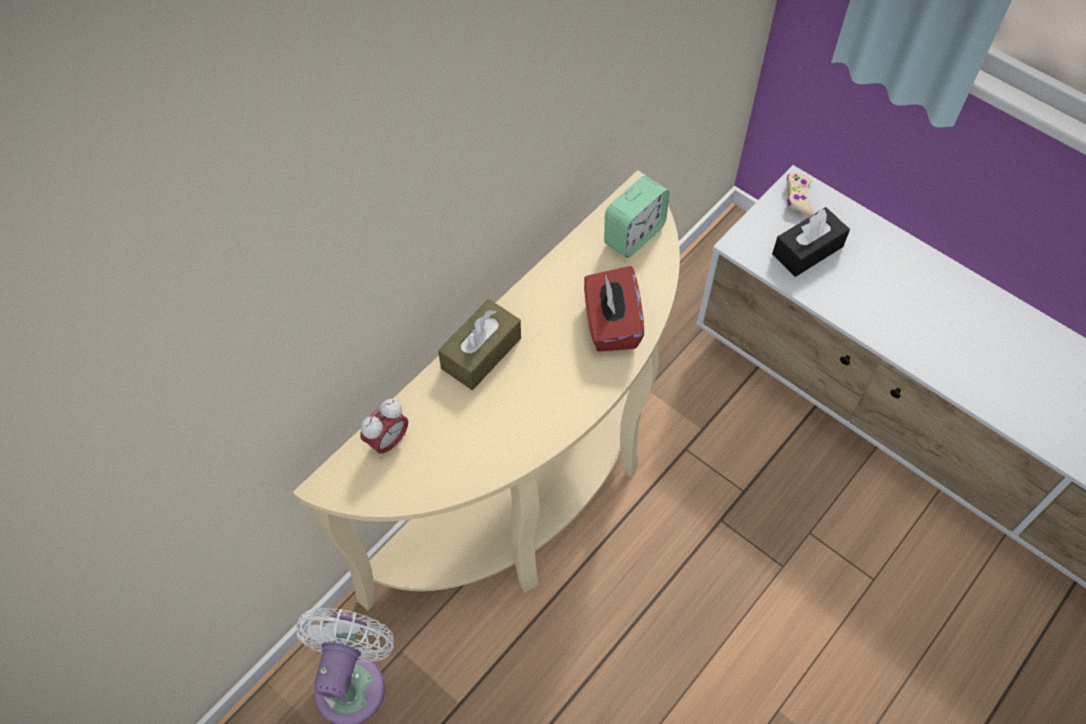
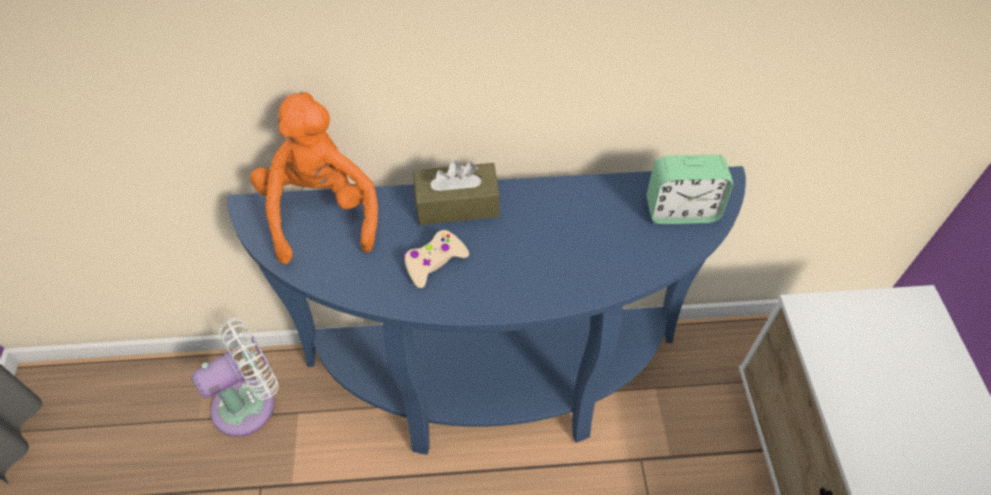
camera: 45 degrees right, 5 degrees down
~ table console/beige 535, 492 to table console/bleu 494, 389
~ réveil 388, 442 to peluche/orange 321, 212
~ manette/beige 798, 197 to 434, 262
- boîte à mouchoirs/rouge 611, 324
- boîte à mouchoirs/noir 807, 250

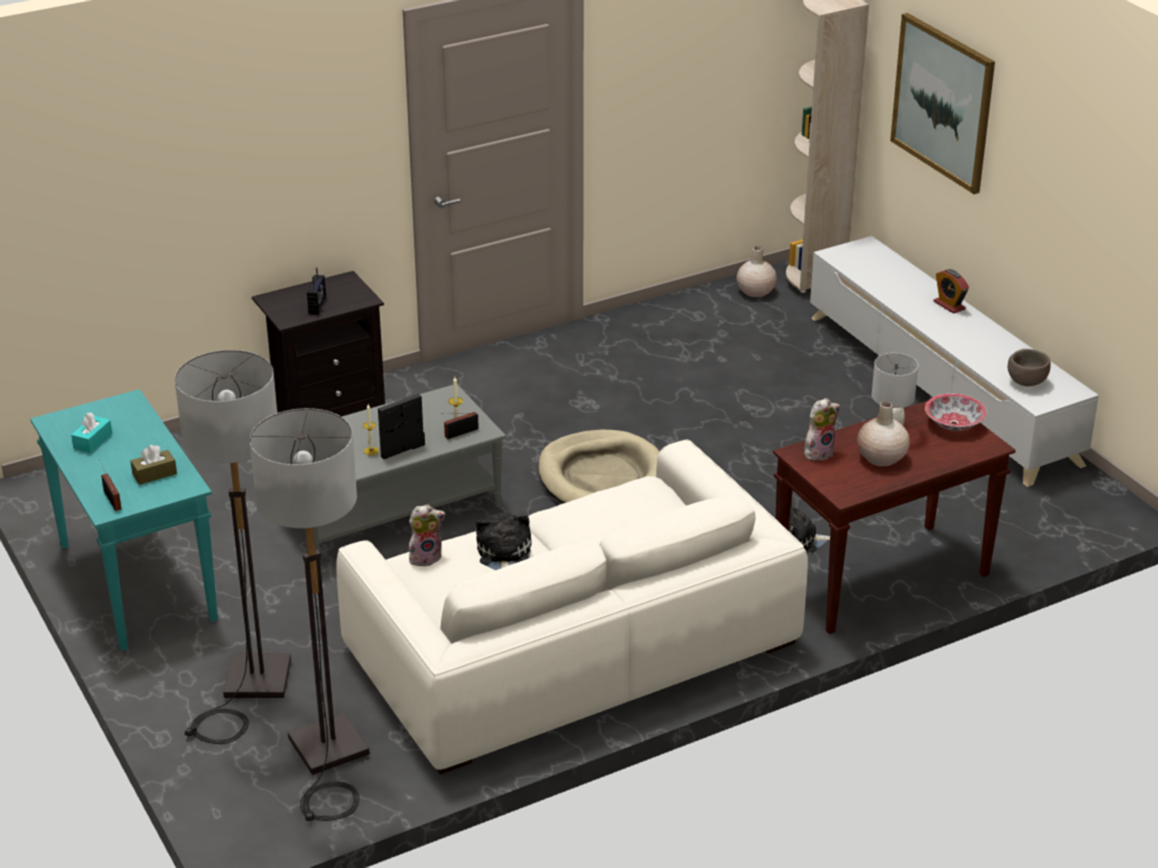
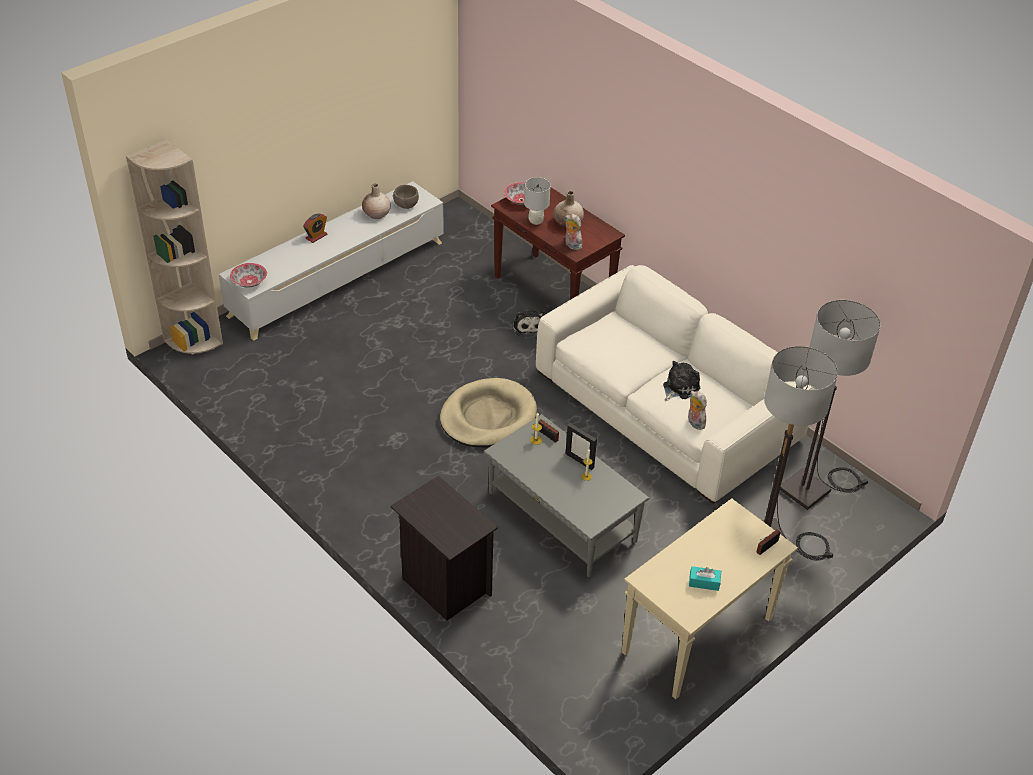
camera: 105 degrees left, 10 degrees up
+ bol 249, 282
~ vase/beige 755, 291 to 376, 214
~ table console/turquoise 135, 582 to table console/beige 697, 637
~ peluche 503, 555 = 679, 388 150 degrees clockwise
- boîte à mouchoirs/marron 154, 474
- radio 317, 305
- tableau 943, 102

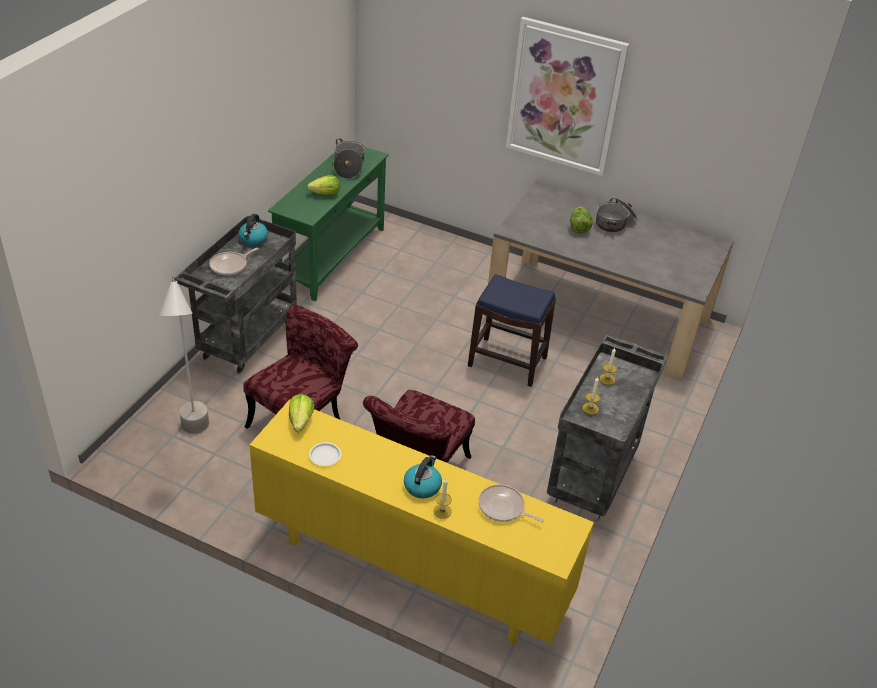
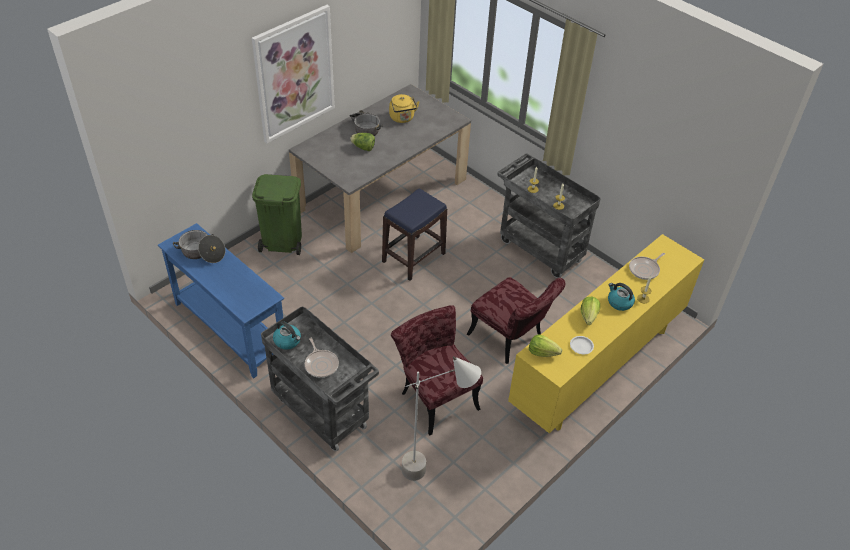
camera: 70 degrees left, 5 degrees up
~ table console/vert 331, 256 to table console/bleu 230, 329
+ poubelle/vert 282, 242
+ bouilloire/jaune 402, 118
~ laitue 325, 194 to 588, 316

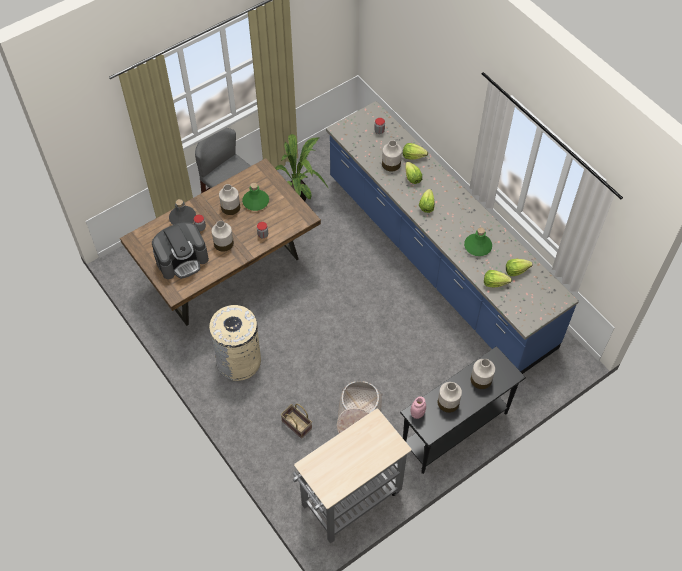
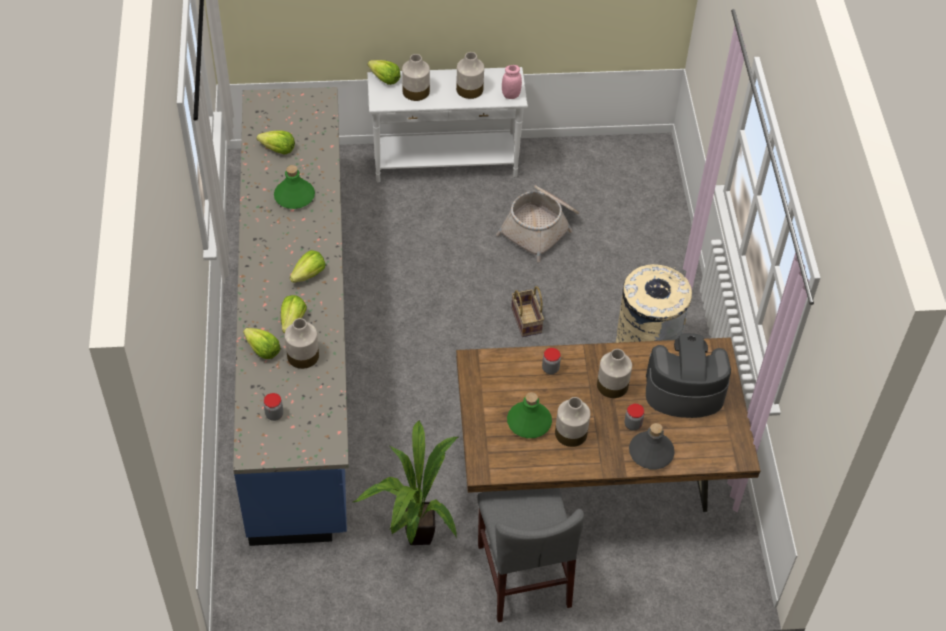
camera: 150 degrees left, 5 degrees down
~ laitue 494, 283 to 384, 79
~ table console/noir 455, 432 to table console/blanc 446, 163
~ panier 296, 425 to 527, 321
- chariot/gris 350, 500

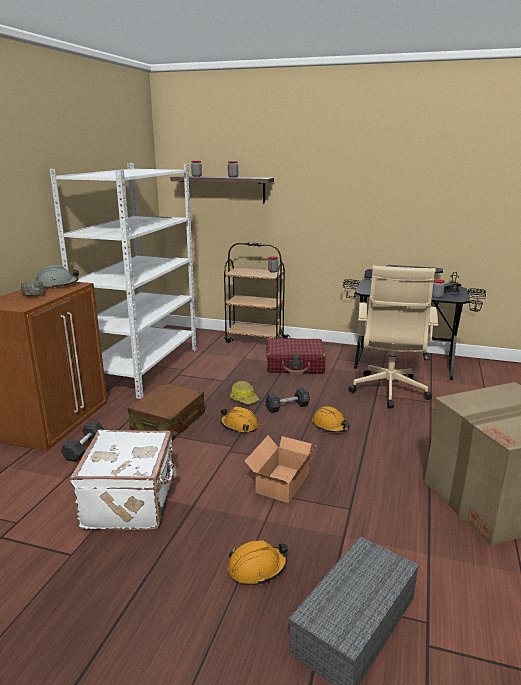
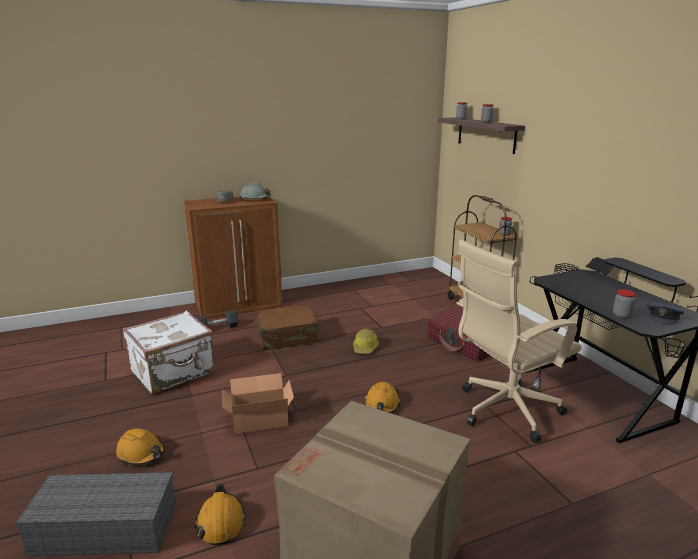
camera: 50 degrees right, 0 degrees up
~ casque de chantier/orange 239, 426 to 220, 522
- bibliothèque/blanc 143, 368
- haltère/gris 287, 407

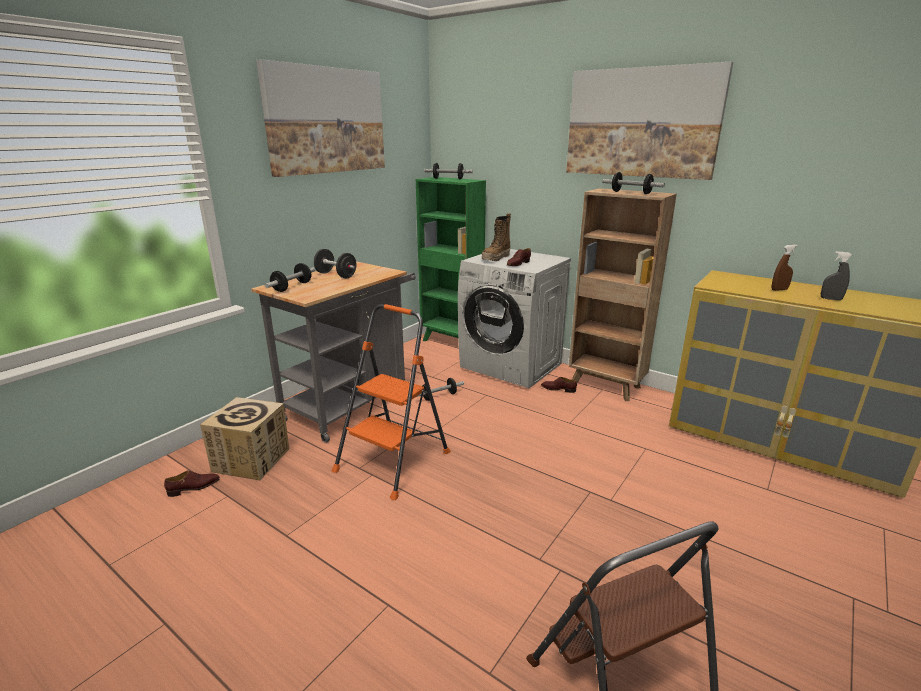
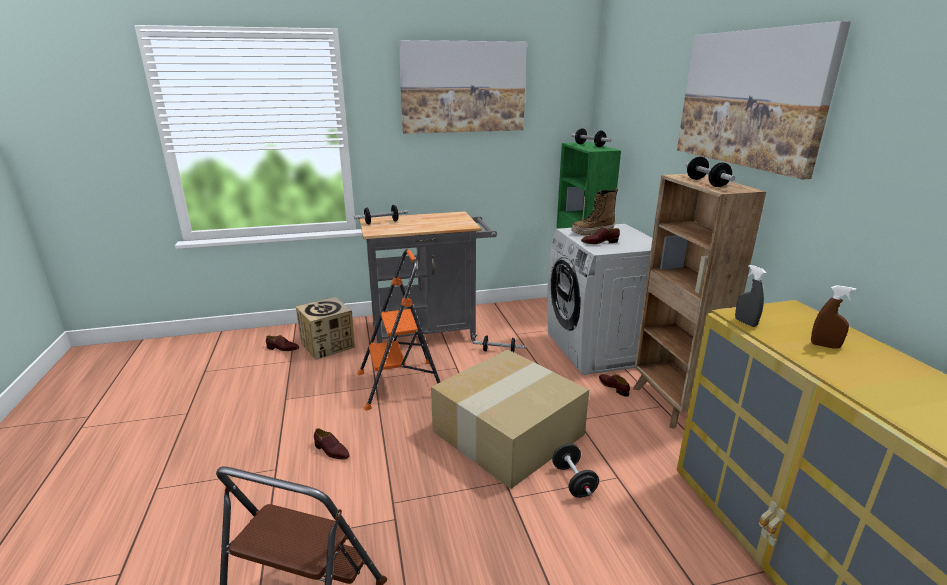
camera: 40 degrees right, 0 degrees up
+ chaussure/marron 331, 451
+ carton 508, 431
~ haltère/noir 336, 275 to 573, 481
~ vaporisateur/gris 831, 299 to 745, 323

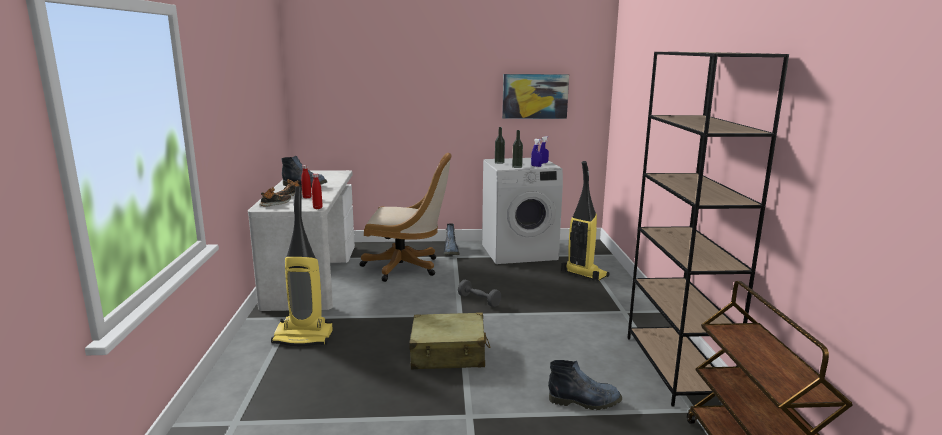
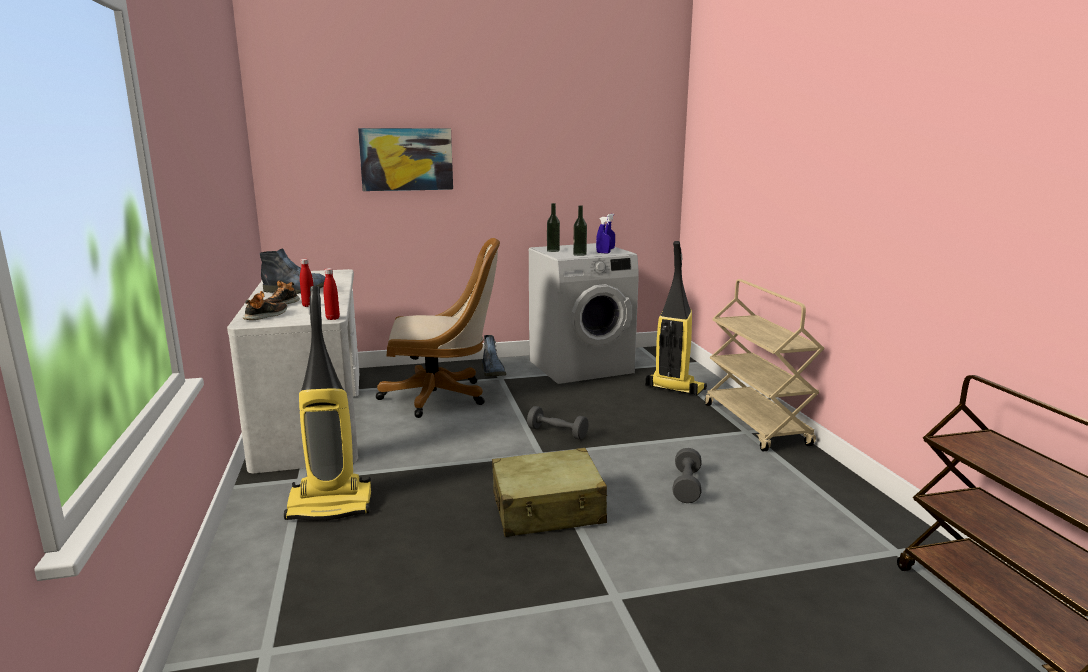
camera: 10 degrees left, 0 degrees up
~ tableau 535, 96 to 406, 159
+ haltère/gris 686, 486
+ chariot/beige 756, 425
- botte 585, 401
- bibliothèque/beige 676, 368

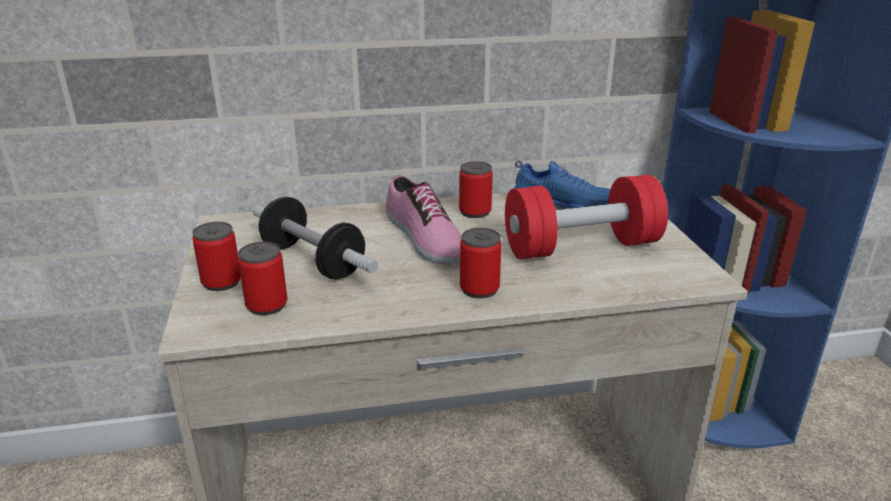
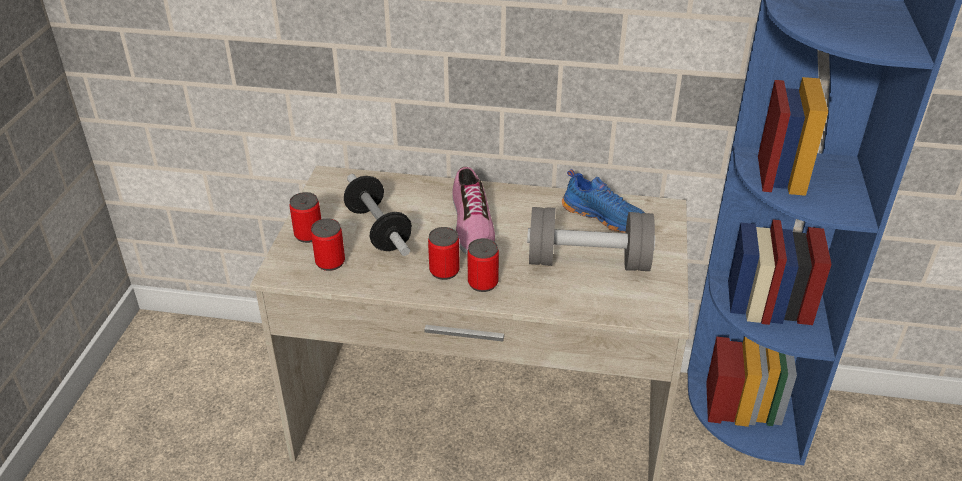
camera: 20 degrees right, 10 degrees up
~ boîte métallique 475, 212 to 444, 271
~ haltère/rouge 581, 247 to haltère/gris 588, 261

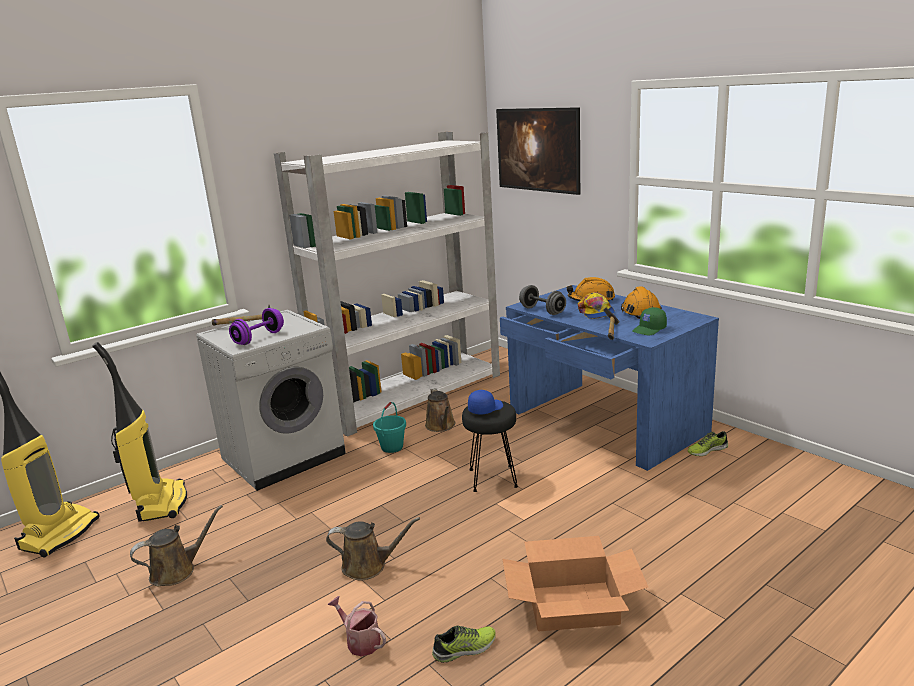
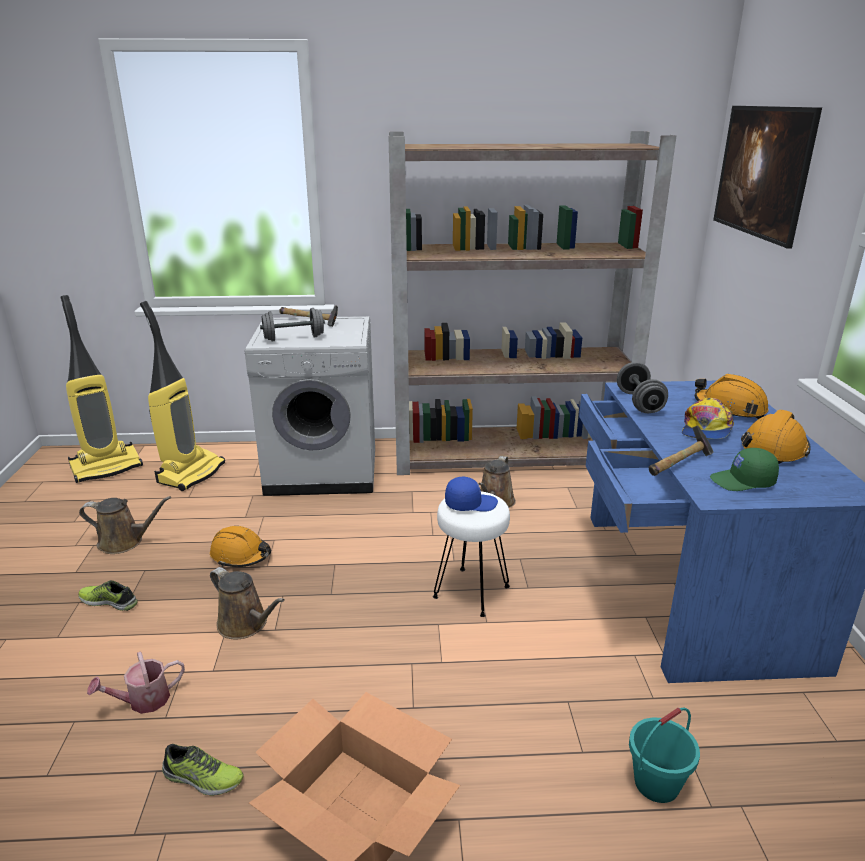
camera: 35 degrees right, 5 degrees up
~ chaussure 706, 450 to 109, 601
~ arrosoir 360, 641 = 143, 701 105 degrees counterclockwise
+ casque de chantier/orange 241, 555
~ haltère/violet 259, 338 to haltère/gris 294, 338
~ bibliothèque/blanc 410, 394 to bibliothèque/marron 509, 454
~ tabouret/noir 492, 478 to tabouret/blanc 470, 591
~ seau/turquoise 392, 447 to 656, 783

